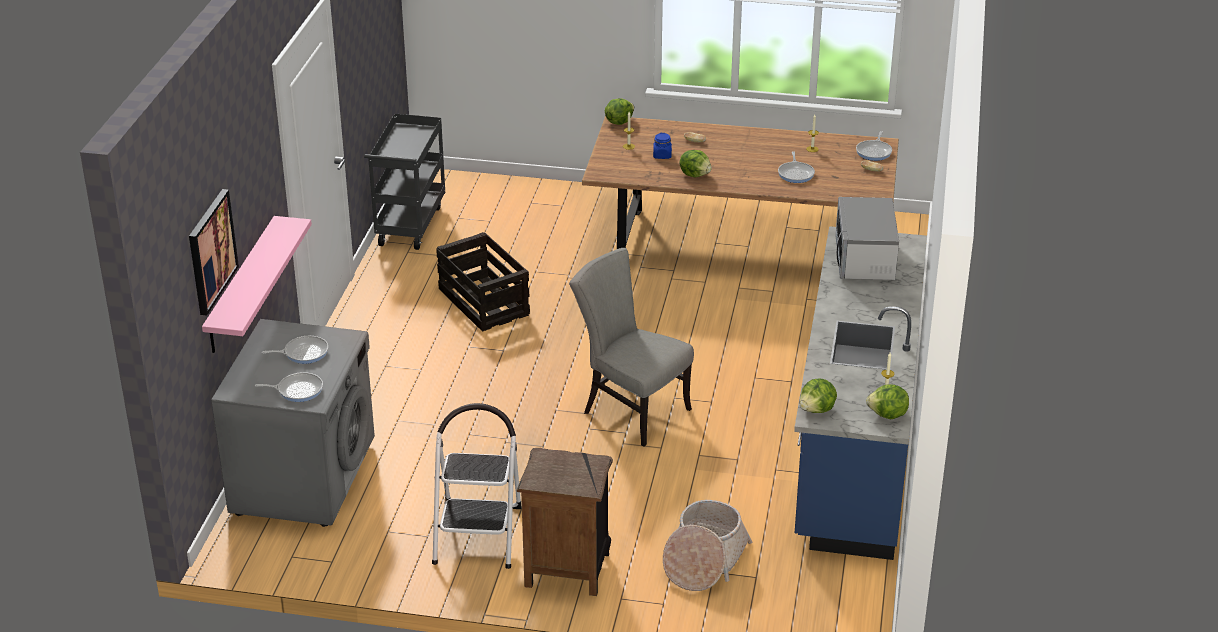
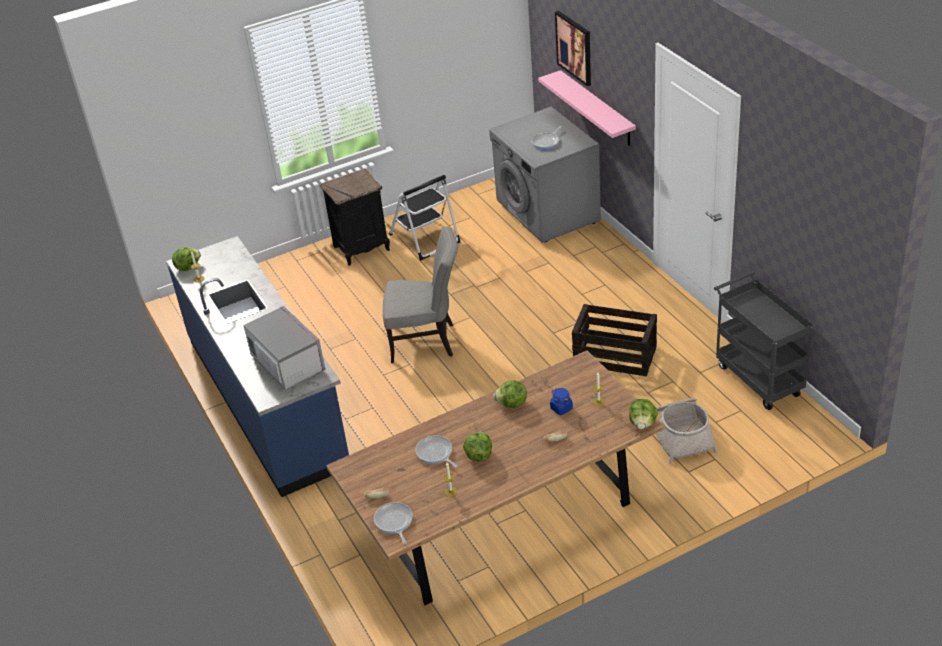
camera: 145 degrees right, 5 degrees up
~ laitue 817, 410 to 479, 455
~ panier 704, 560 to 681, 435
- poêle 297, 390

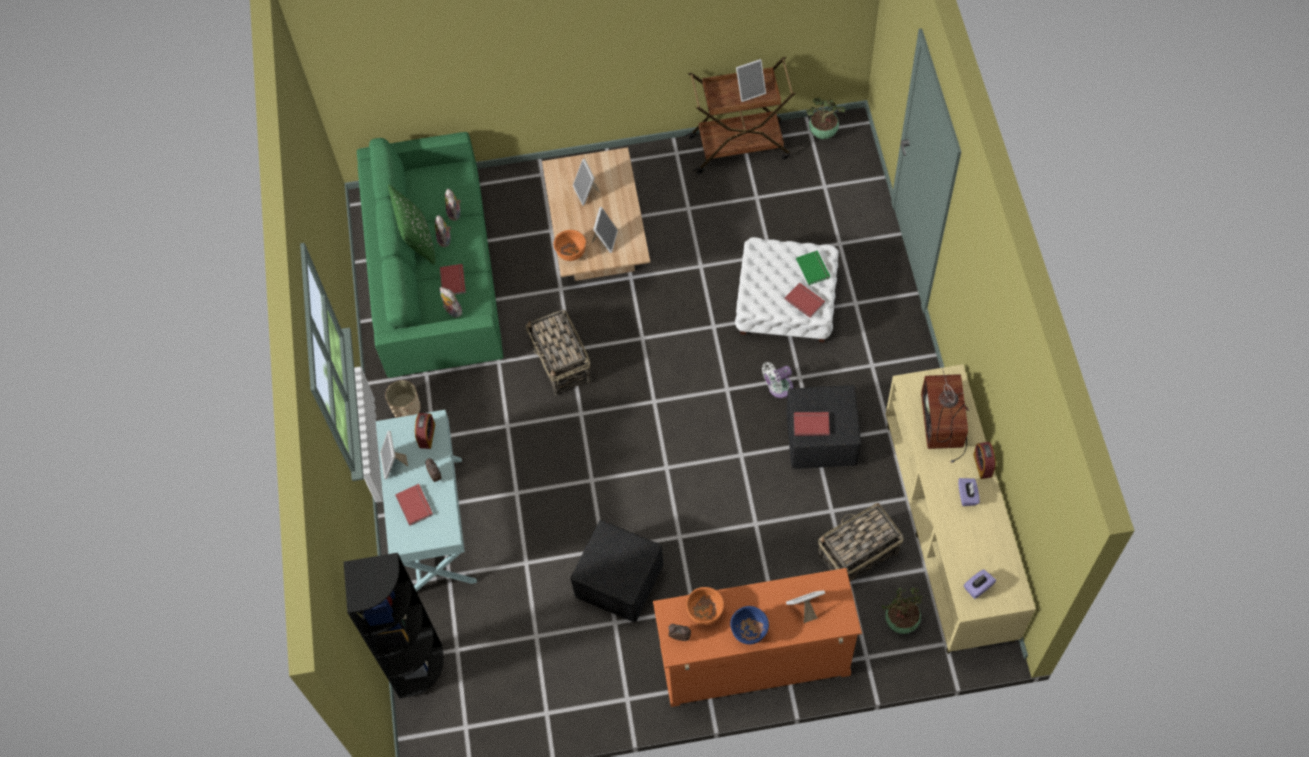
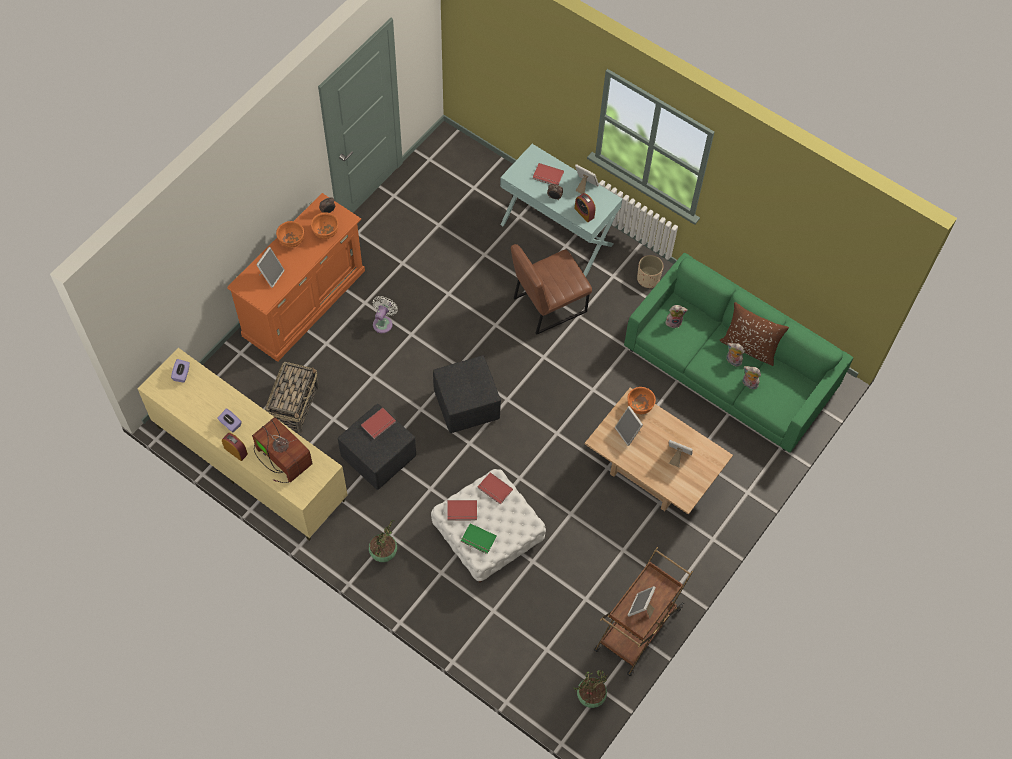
camera: 130 degrees right, 0 degrees up
~ bol/bleu 749, 632 to bol/orange 291, 241
~ plante en pot 900, 622 to 384, 552
~ ventilateur/blanc 778, 388 to 383, 322
~ pouf/noir 618, 583 to 467, 405
~ livre/rouge 454, 280 to 494, 489
+ chaise/marron 547, 305
~ coussin/vert 417, 240 to coussin/marron 749, 347
- bibliothèque/noir 420, 672
- panier 561, 363

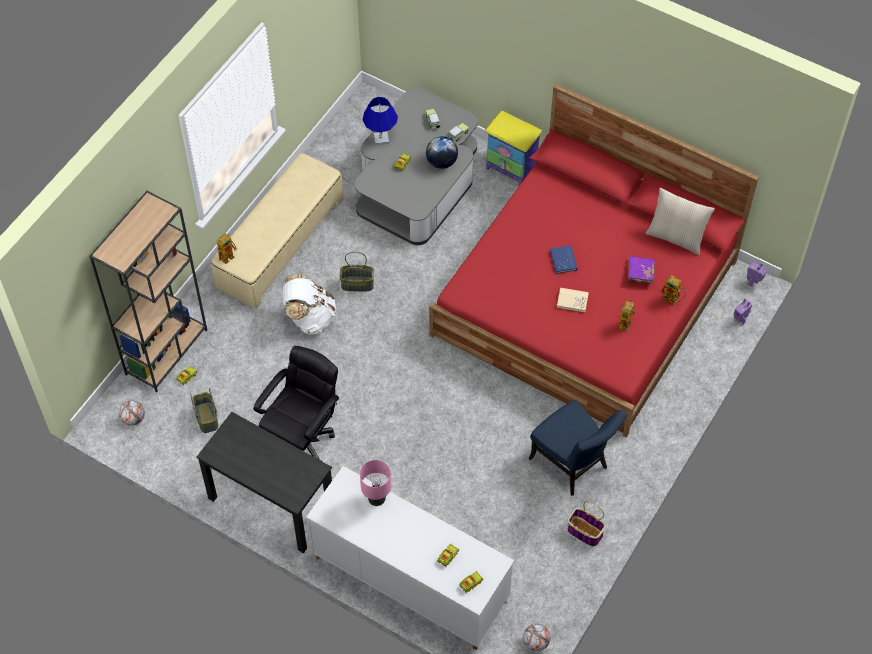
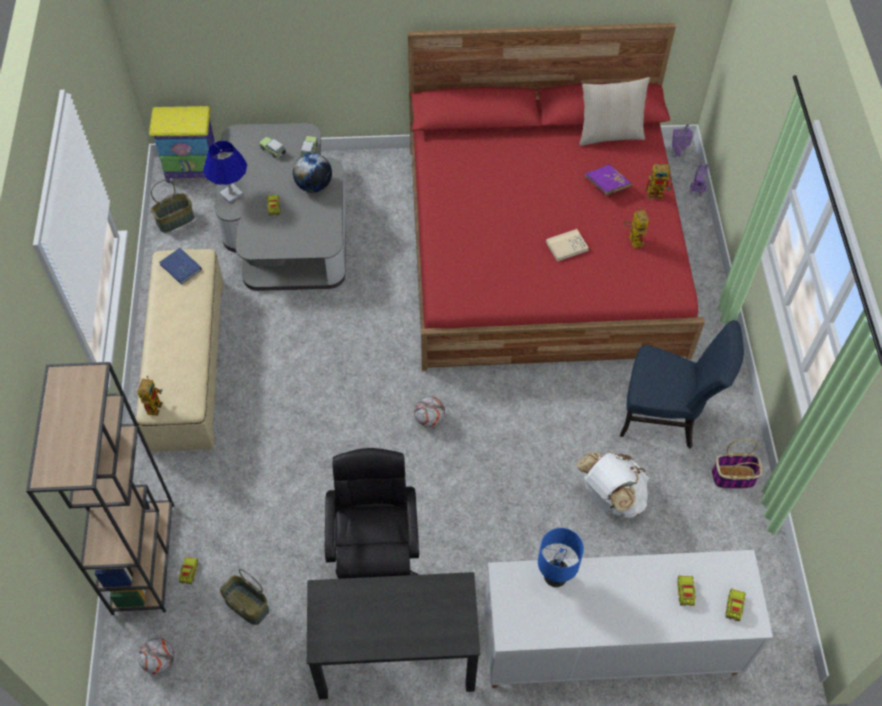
camera: 35 degrees left, 0 degrees up
~ table de chevet 511, 169 to 193, 170
~ panier 357, 283 to 175, 219
~ livre/bleu 563, 260 to 181, 267
~ ballon de foot 536, 642 to 429, 419
~ lampe de table/rose 376, 498 to lampe de table/bleu 555, 576
~ sac à dos/blanc 310, 318 to 610, 496

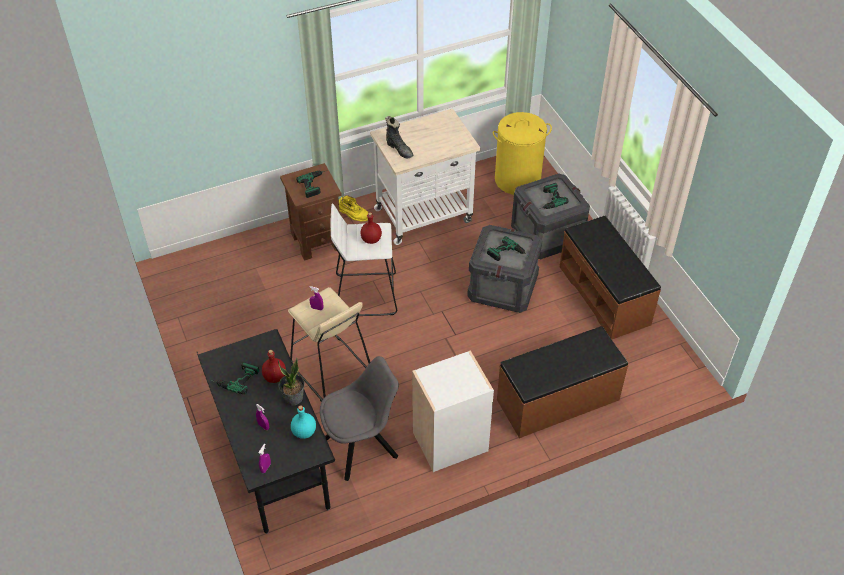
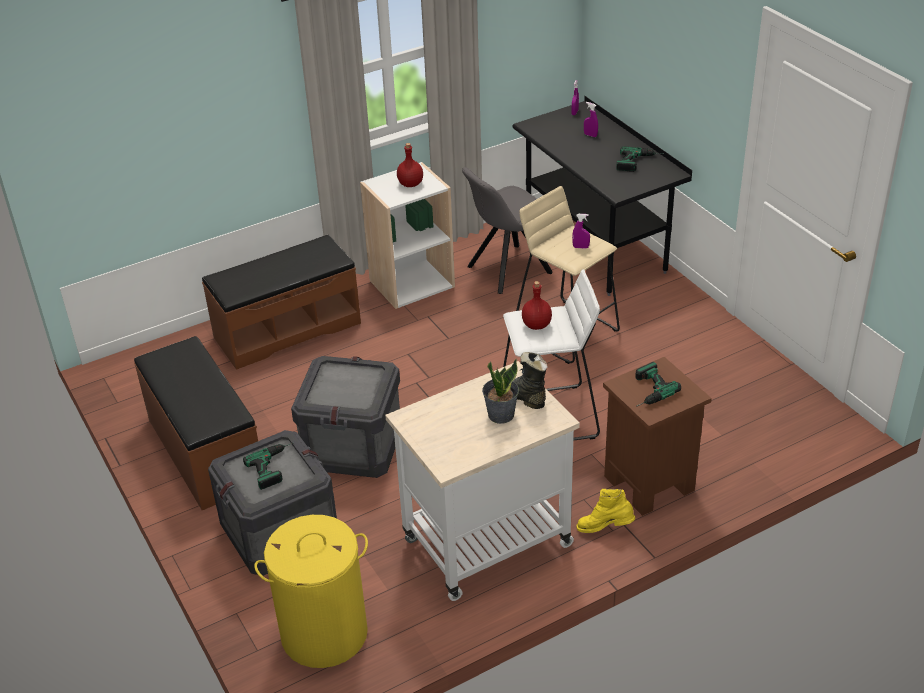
camera: 175 degrees right, 10 degrees down
~ bouteille/rouge 275, 376 to 410, 184
~ plante en pot 293, 398 to 500, 414
- bouteille/turquoise 304, 432
- perceuse 509, 255

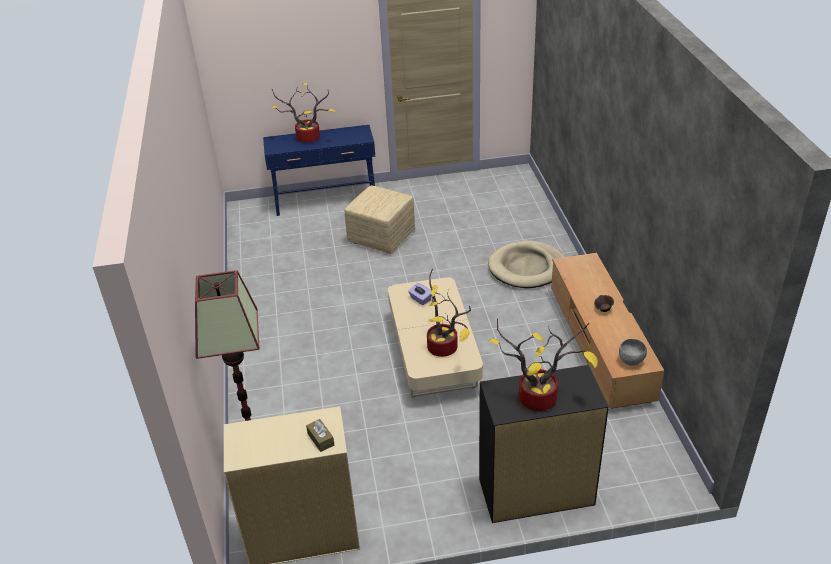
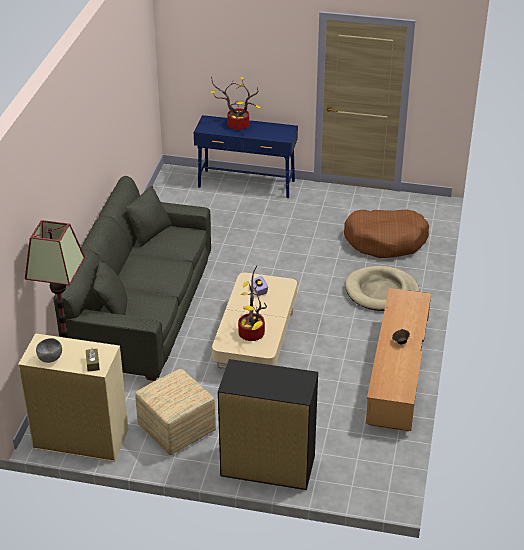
camera: 20 degrees right, 0 degrees up
~ bol/gris 631, 361 to 50, 359
+ canapé/gris 142, 311
~ pouf 380, 237 to 176, 429
+ panier pour chien/marron 386, 240
- plante en pot 540, 396

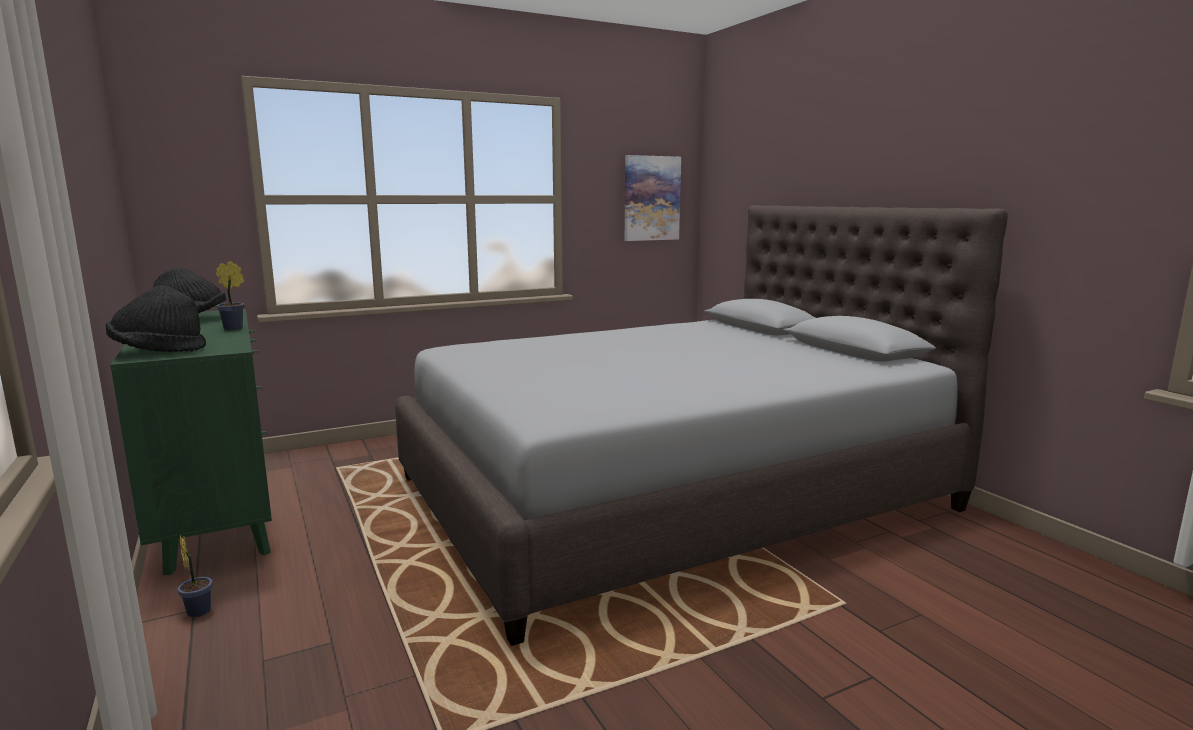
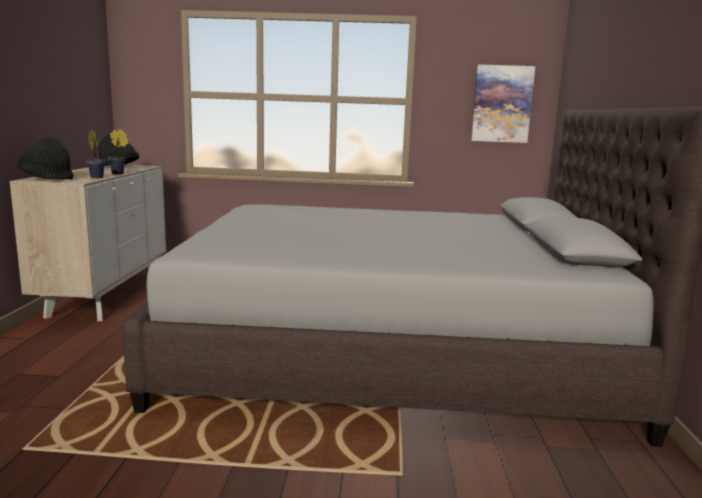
camera: 30 degrees right, 0 degrees up
~ commode/vert 218, 518 to commode/blanc 106, 296
~ plante en pot 199, 610 to 98, 177

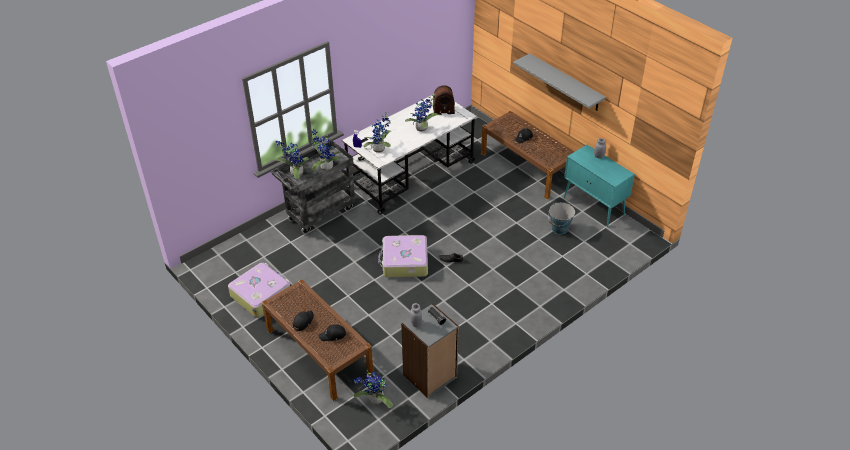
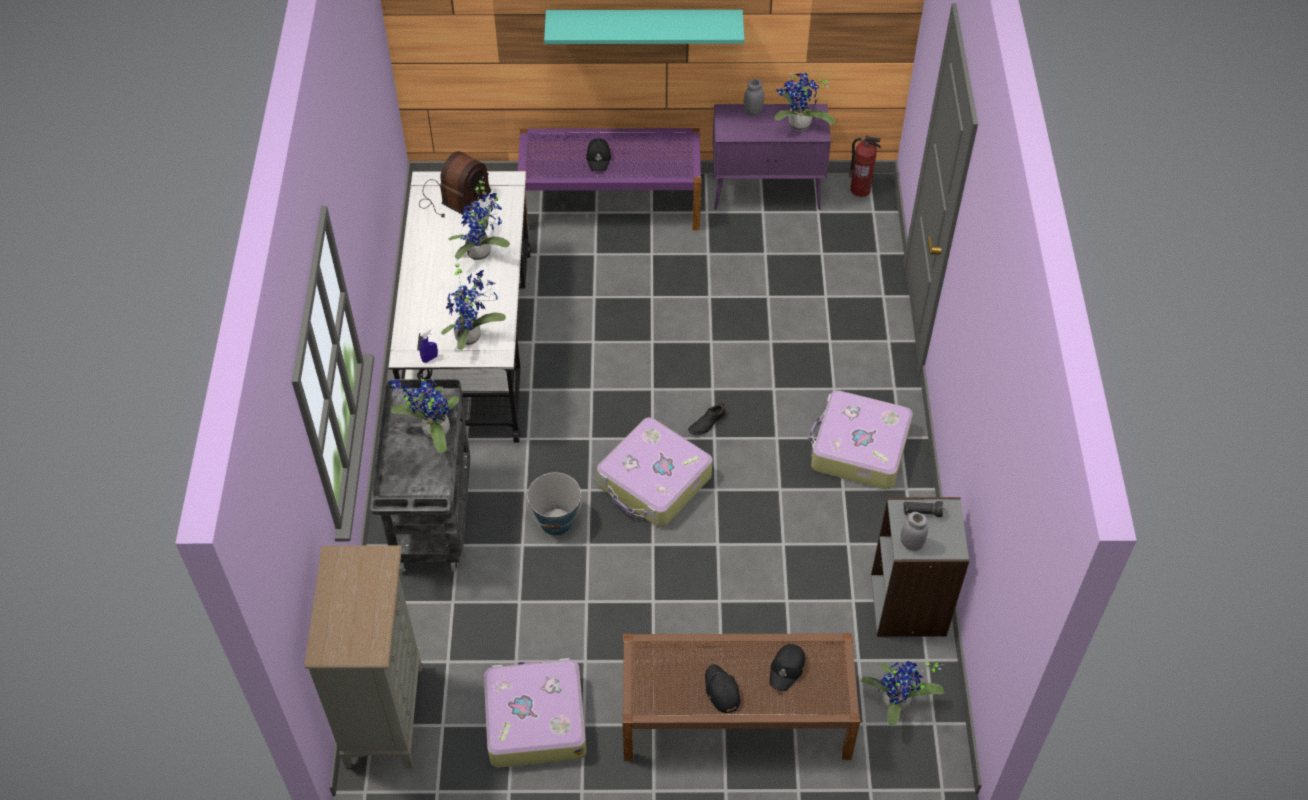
camera: 50 degrees left, 10 degrees up
+ commode/gris 387, 714
~ banc/marron 527, 167 to banc/violet 611, 202
~ seau 559, 229 to 556, 521
~ étagère/gris 565, 82 to étagère/turquoise 644, 24
~ meuble de rangement/turquoise 594, 206 to meuble de rangement/violet 767, 193
~ plante en pot 295, 174 to 798, 126
+ valise 858, 449
+ extincteur 860, 189

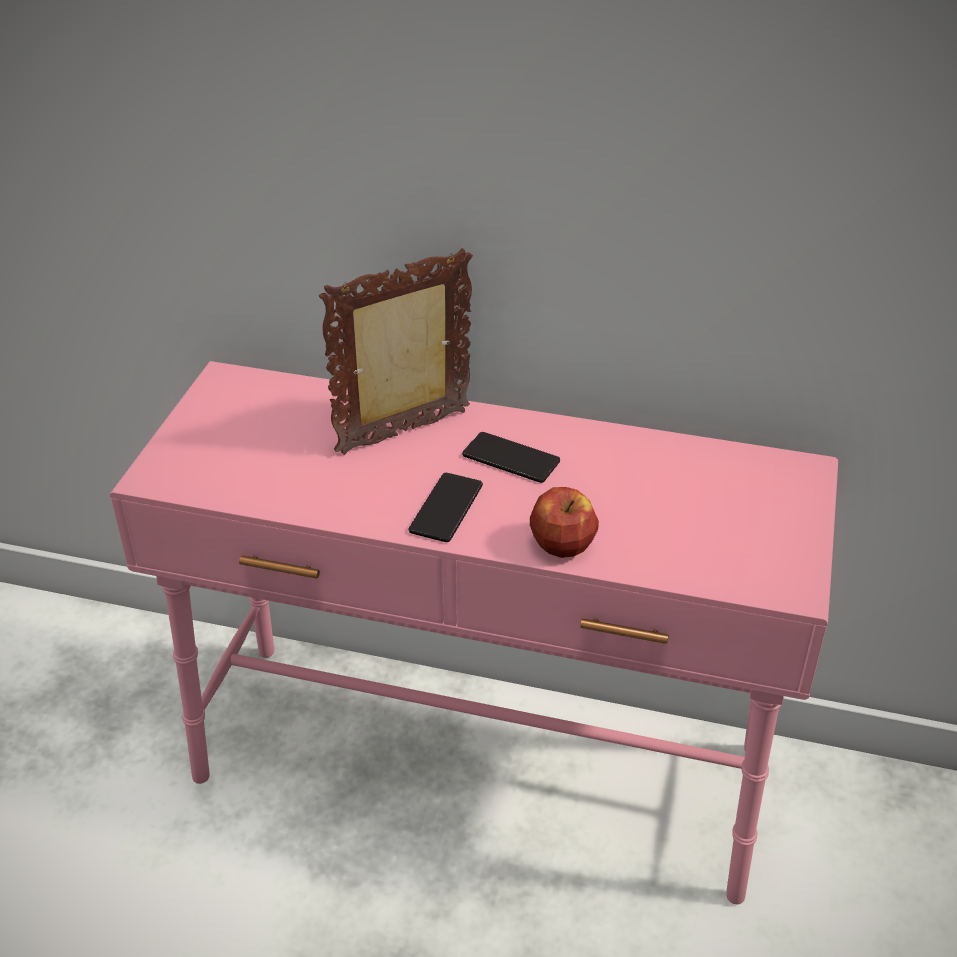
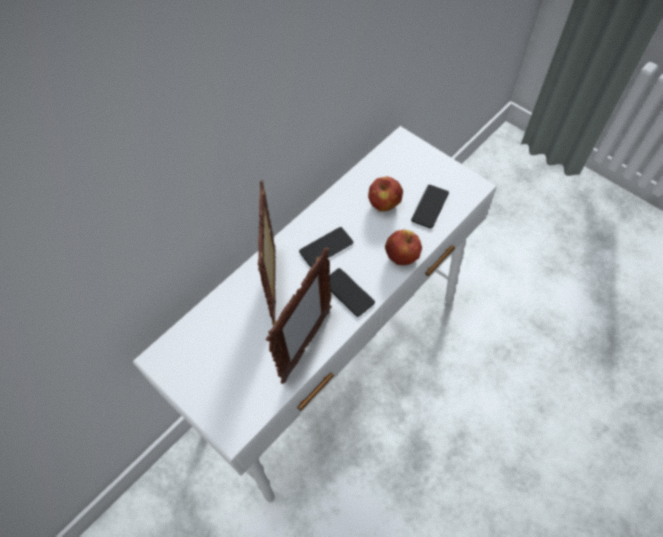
camera: 60 degrees left, 20 degrees up
~ table console/rose 479, 768 to table console/blanc 335, 364
+ cadre photo 306, 345
+ pomme 384, 204
+ téléphone 430, 207

